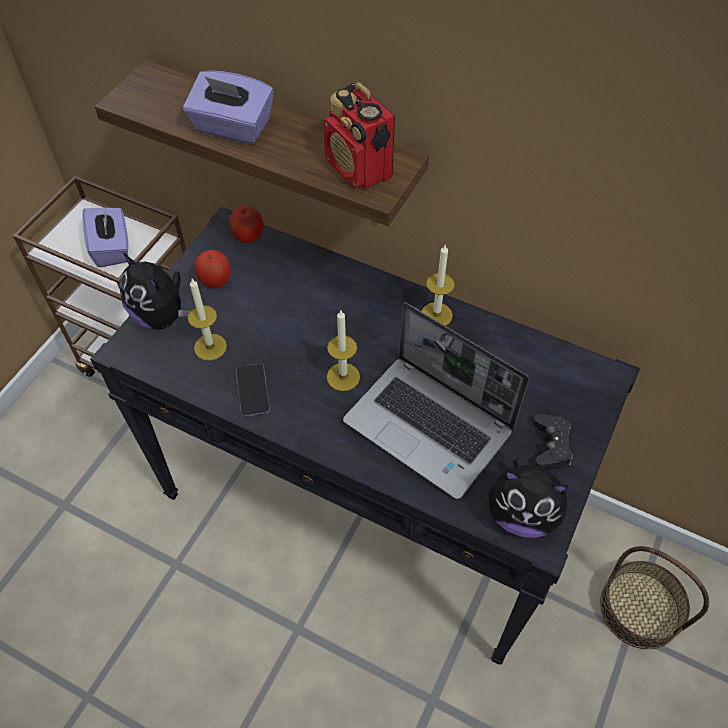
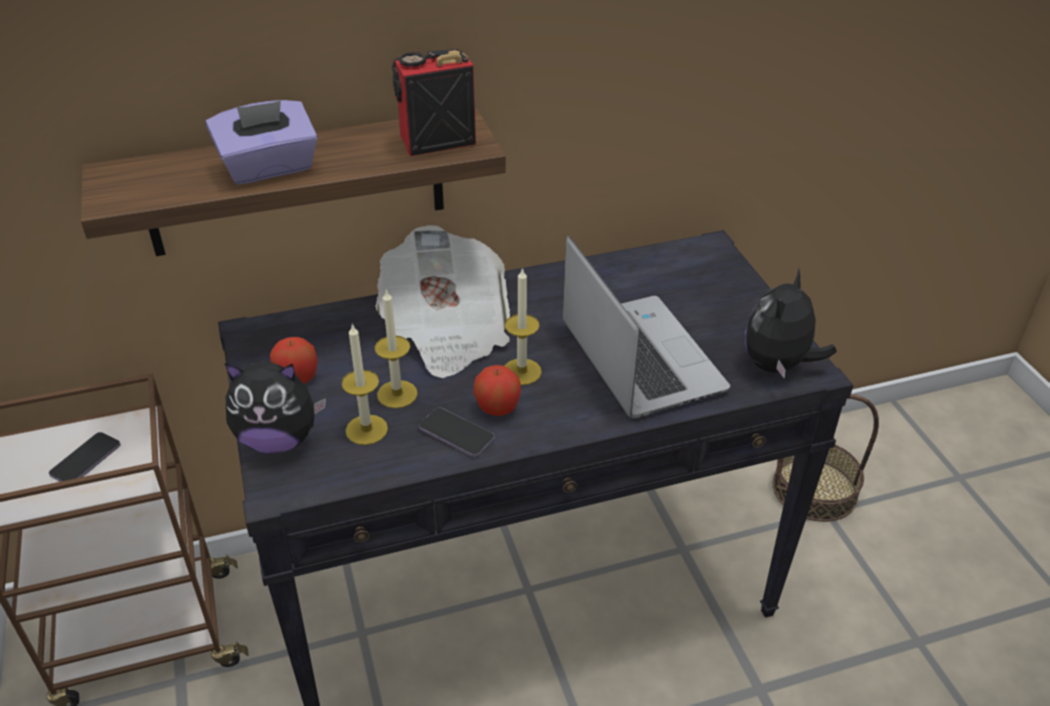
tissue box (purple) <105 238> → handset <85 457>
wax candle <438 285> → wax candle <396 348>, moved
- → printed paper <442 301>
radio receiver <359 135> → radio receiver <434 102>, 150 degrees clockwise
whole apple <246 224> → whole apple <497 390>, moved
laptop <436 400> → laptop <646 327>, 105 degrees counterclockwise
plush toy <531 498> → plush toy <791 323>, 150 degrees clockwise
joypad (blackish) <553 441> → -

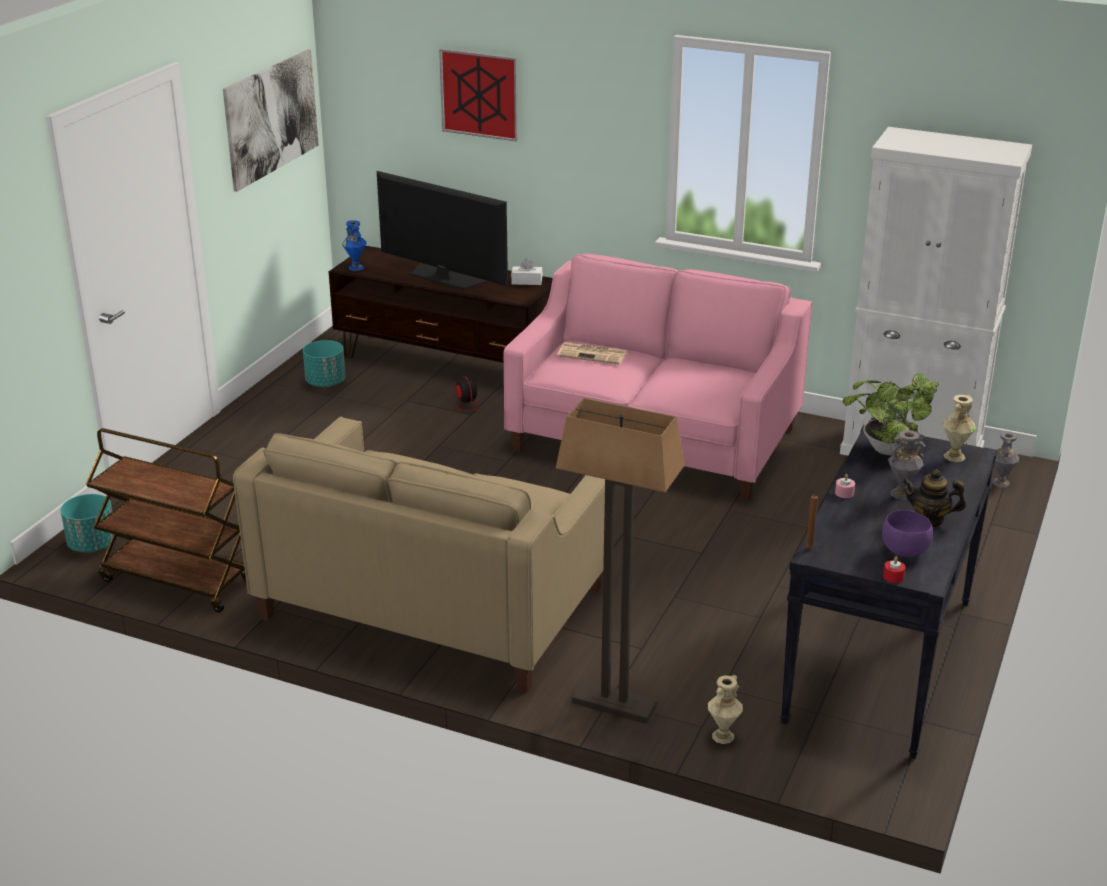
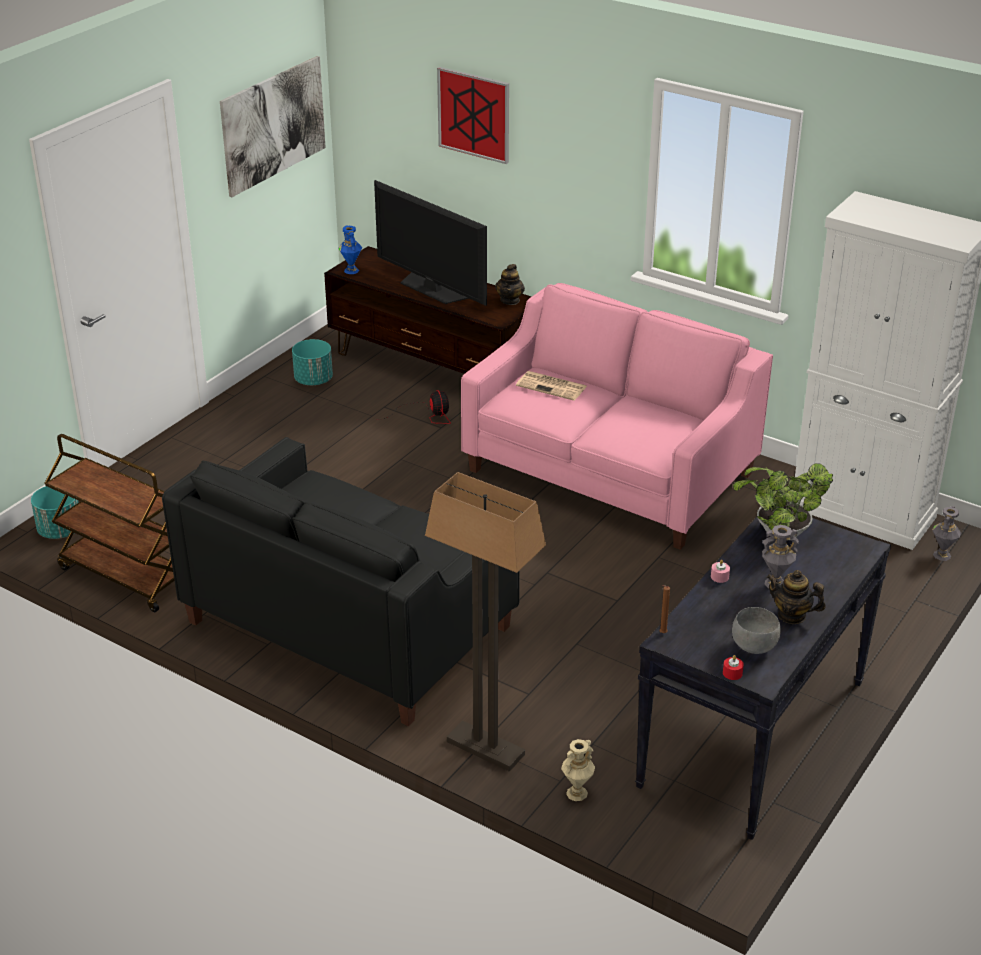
sofa (beige) <419 555> → sofa (blackish) <341 581>
tissue box (white-coloured) <526 271> → pot for tea <510 284>
serving bowl (purple) <907 533> → serving bowl (grey) <756 630>
vase (beige) <959 428> → -

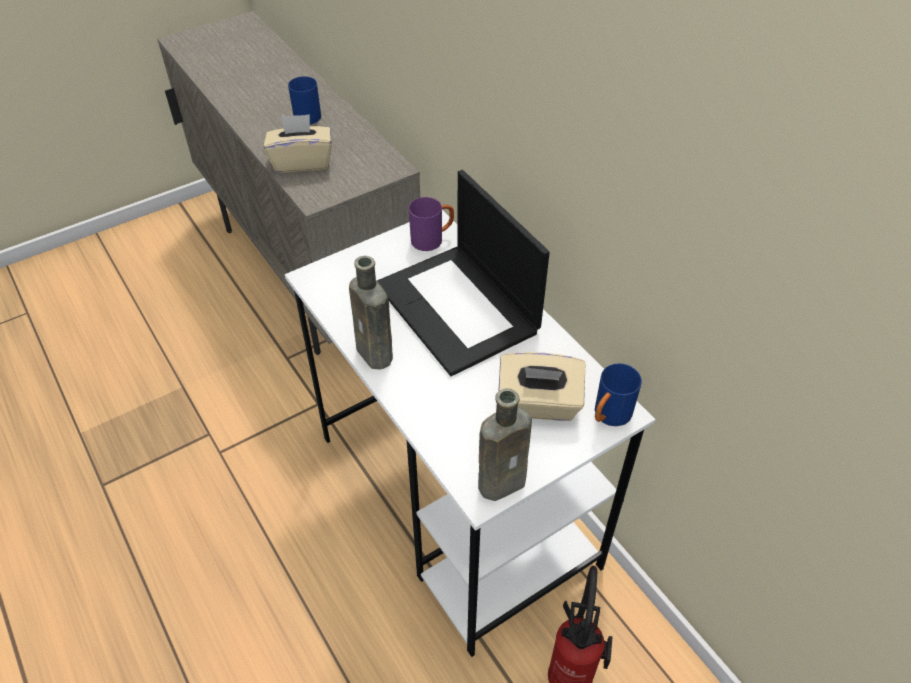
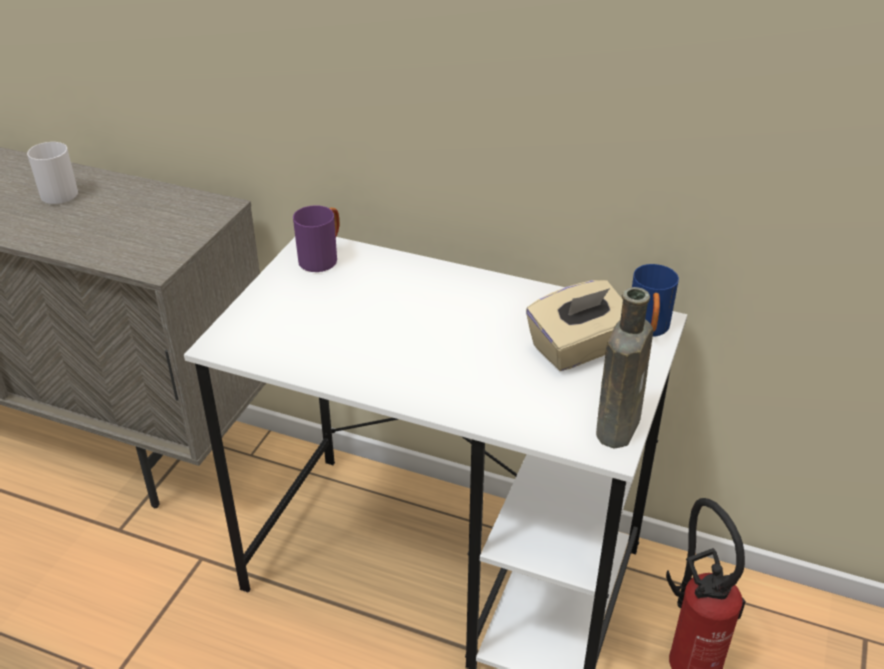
tea mug (blue-coloured) <304 100> → tea mug (white-coloured) <52 173>
tissue box (beige) <298 143> → -
drink bottle (brown-coloured) <371 313> → -
laptop <463 273> → -

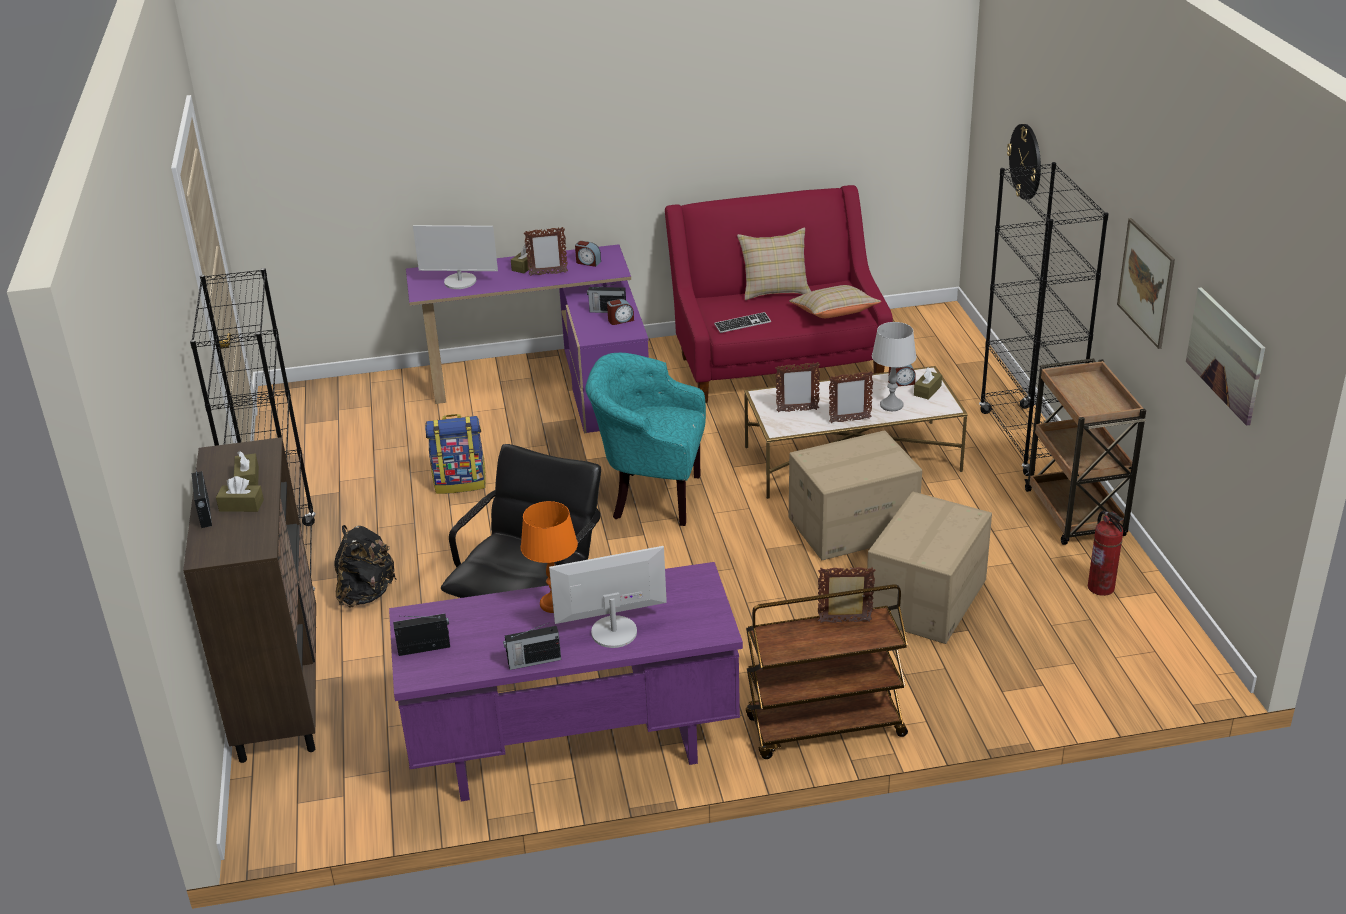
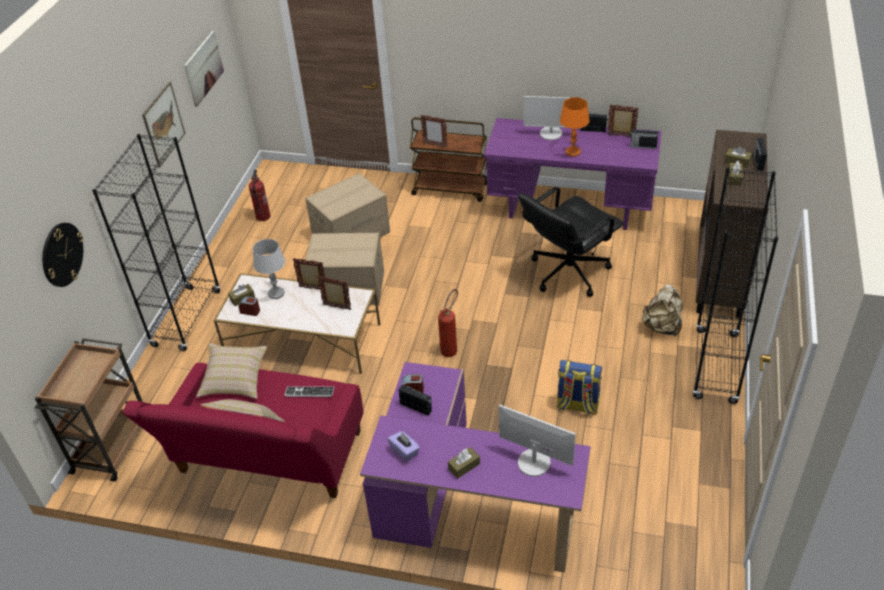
wheeled cart (brown-coloured) <1085 451> → wheeled cart (brown-coloured) <89 410>, moved
table clock <588 254> → tissue box (purple) <404 446>
armchair (turquoise) <645 439> → extinguisher <448 323>
picture frame <546 251> → picture frame <623 120>, moved
backpack (blackish) <365 566> → backpack (beige) <662 310>

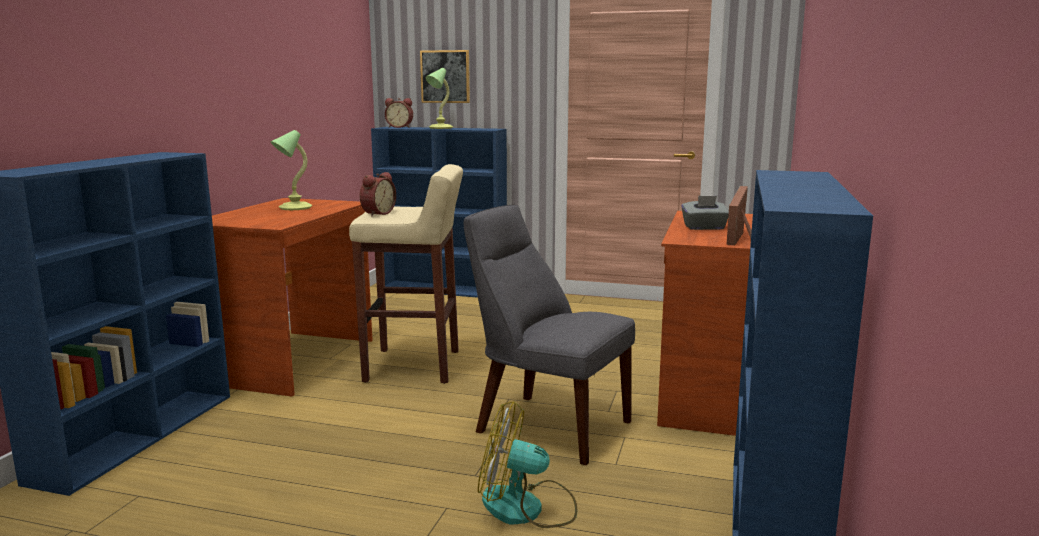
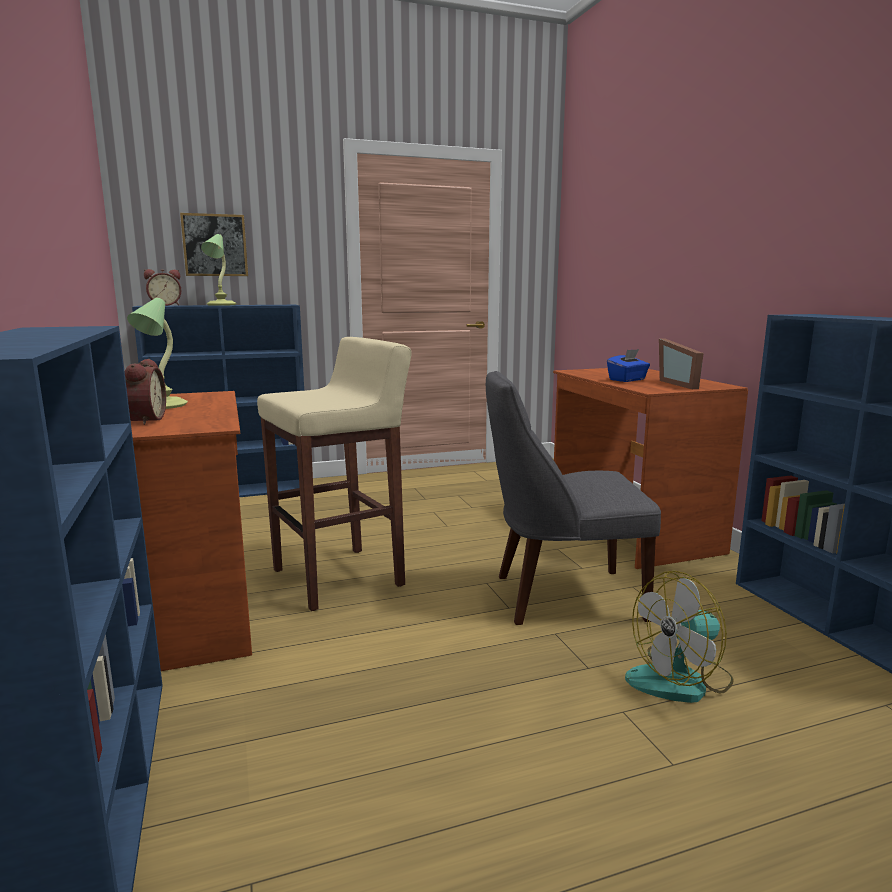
table clock <378 194> → table clock <145 392>, moved
tissue box (grey) <705 212> → tissue box (blue-coloured) <628 365>

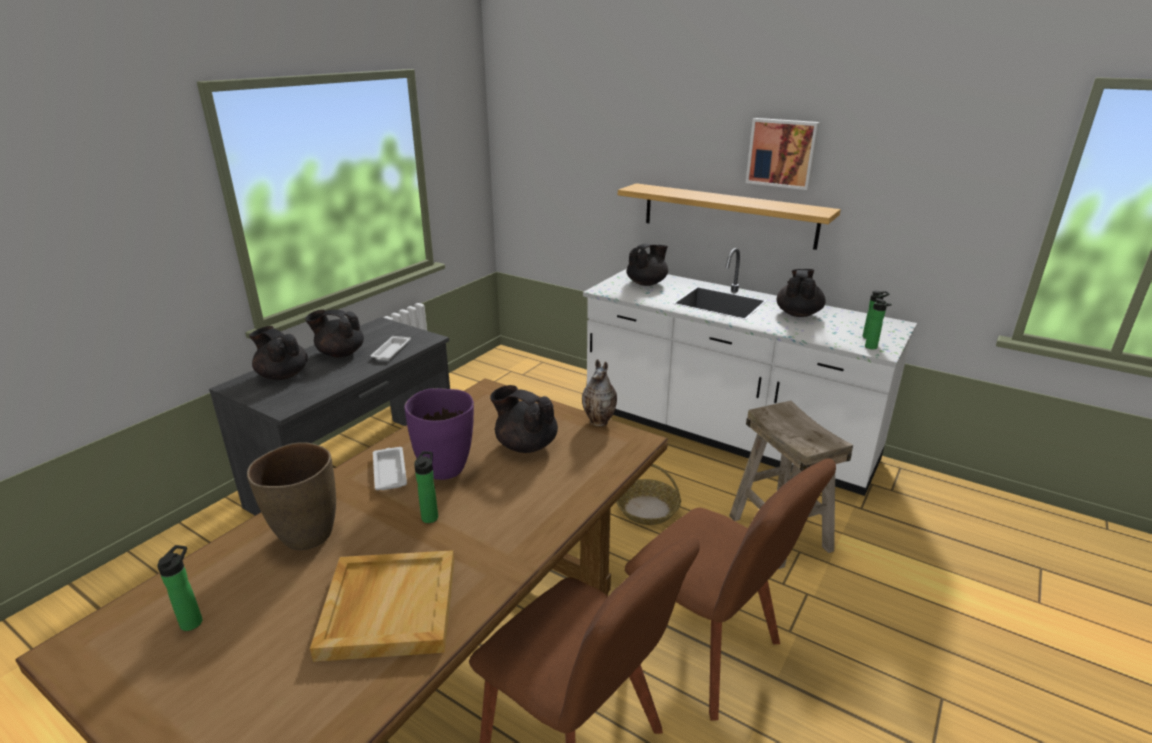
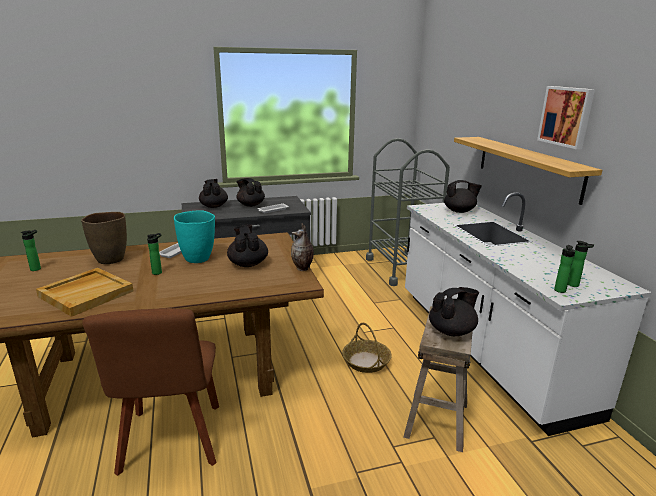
vase (purple) <439 434> → vase (turquoise) <194 236>
- → wheeled cart (grey) <408 212>
pot for tea (blackish) <801 293> → pot for tea (blackish) <454 311>, moved
plain chair (brown-coloured) <730 589> → -

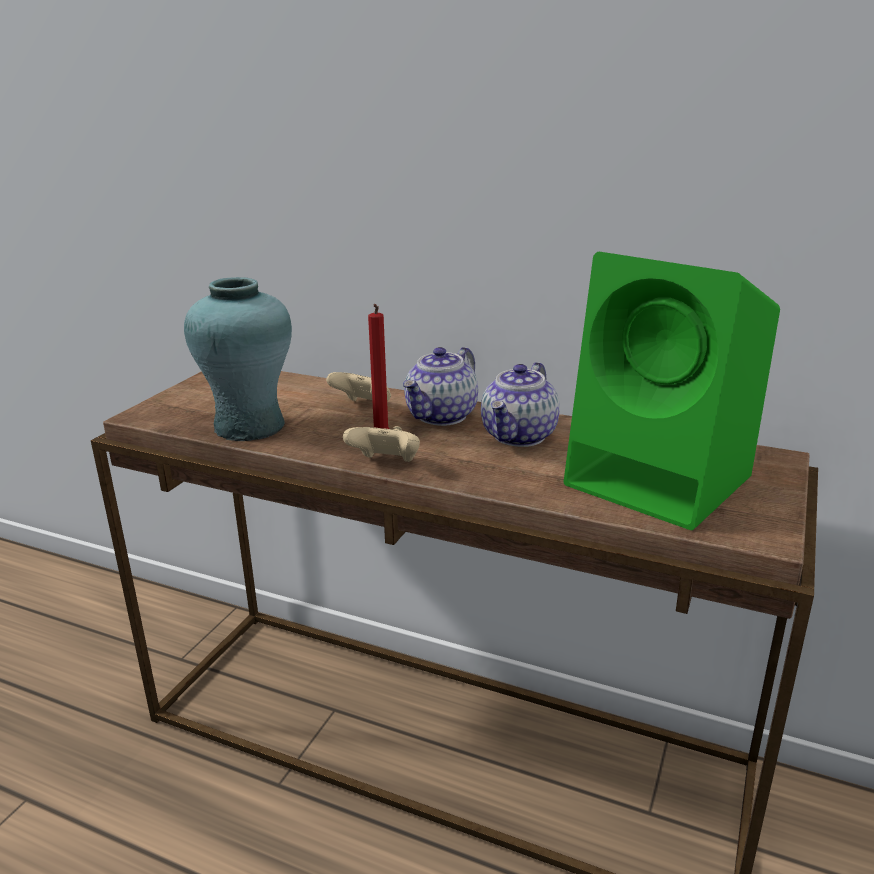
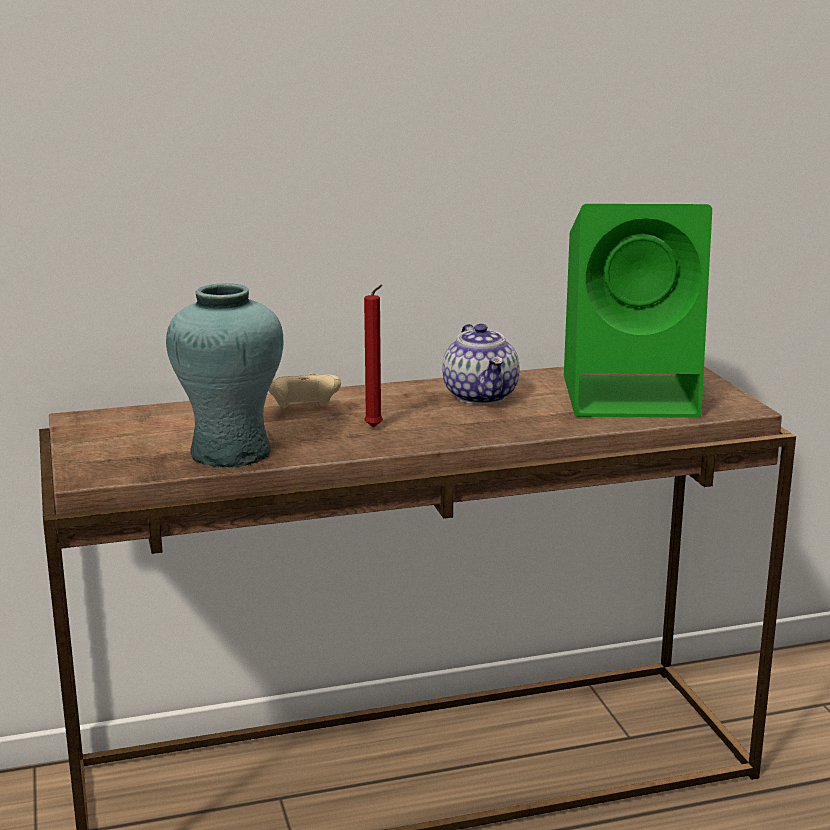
joypad (beige) <381 444> → -
pot for tea <440 386> → -

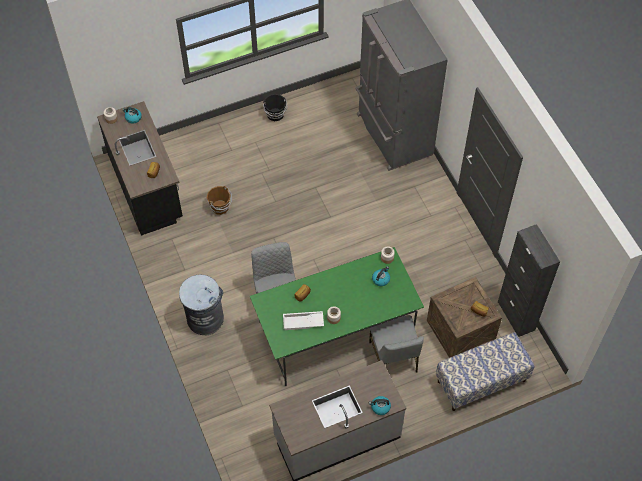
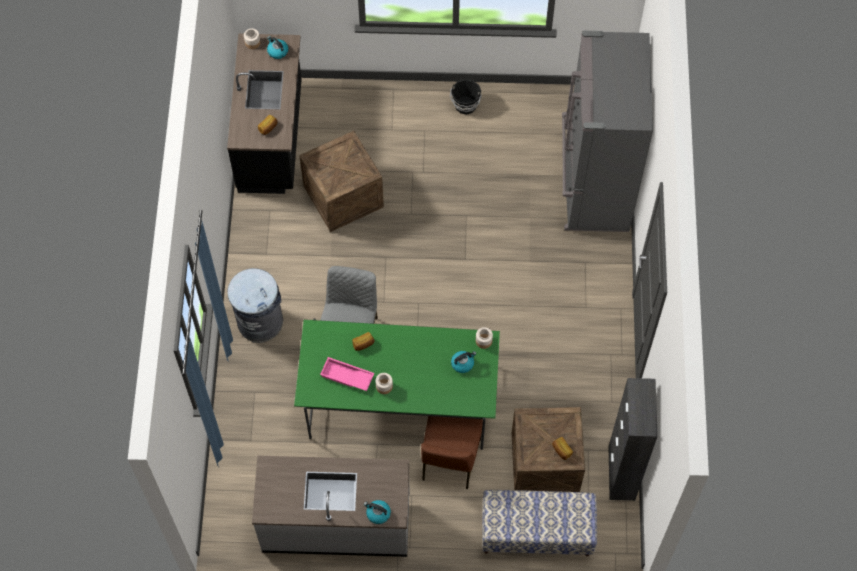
pail (brown-coloured) <219 200> → shipping crate <341 181>
carrying tray (white-coloured) <303 320> → carrying tray (pinkish) <347 374>
plain chair (grey) <396 343> → plain chair (brown-coloured) <452 452>

